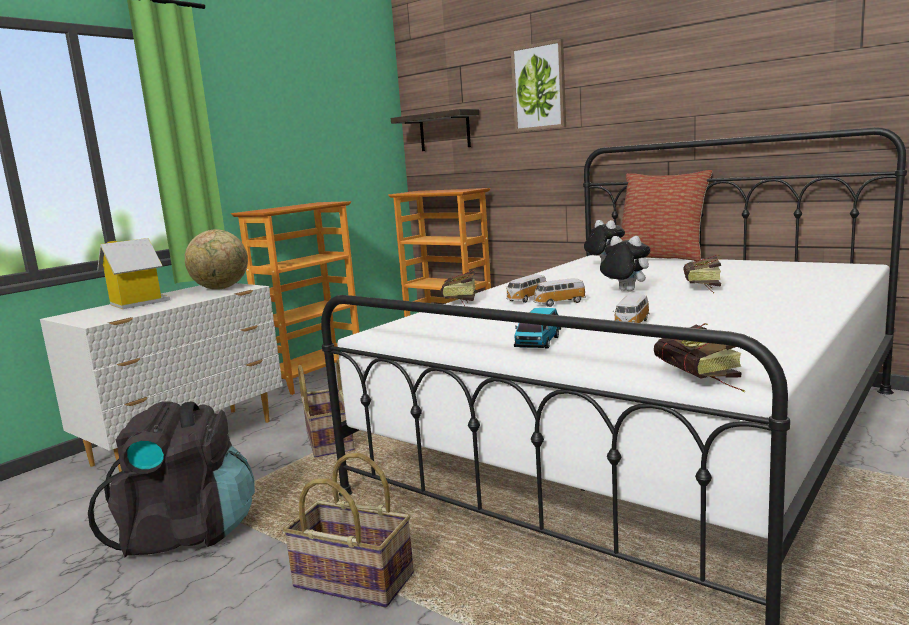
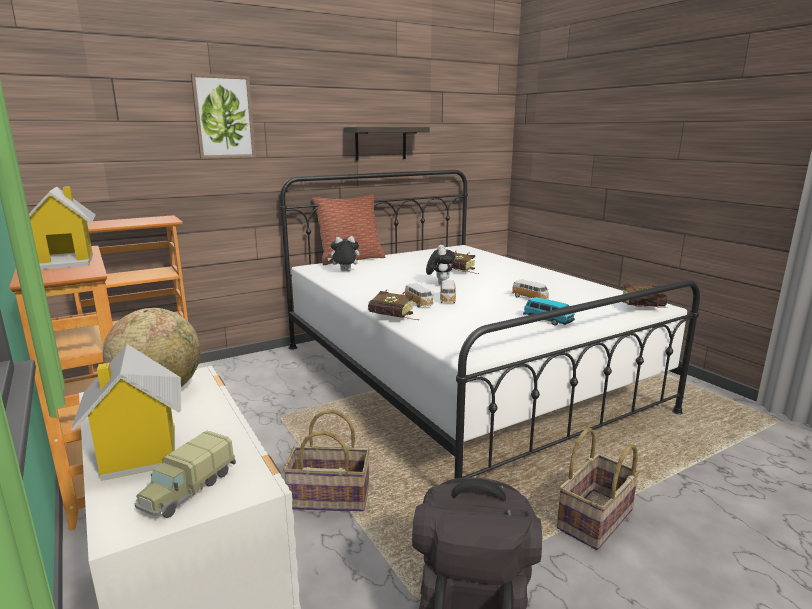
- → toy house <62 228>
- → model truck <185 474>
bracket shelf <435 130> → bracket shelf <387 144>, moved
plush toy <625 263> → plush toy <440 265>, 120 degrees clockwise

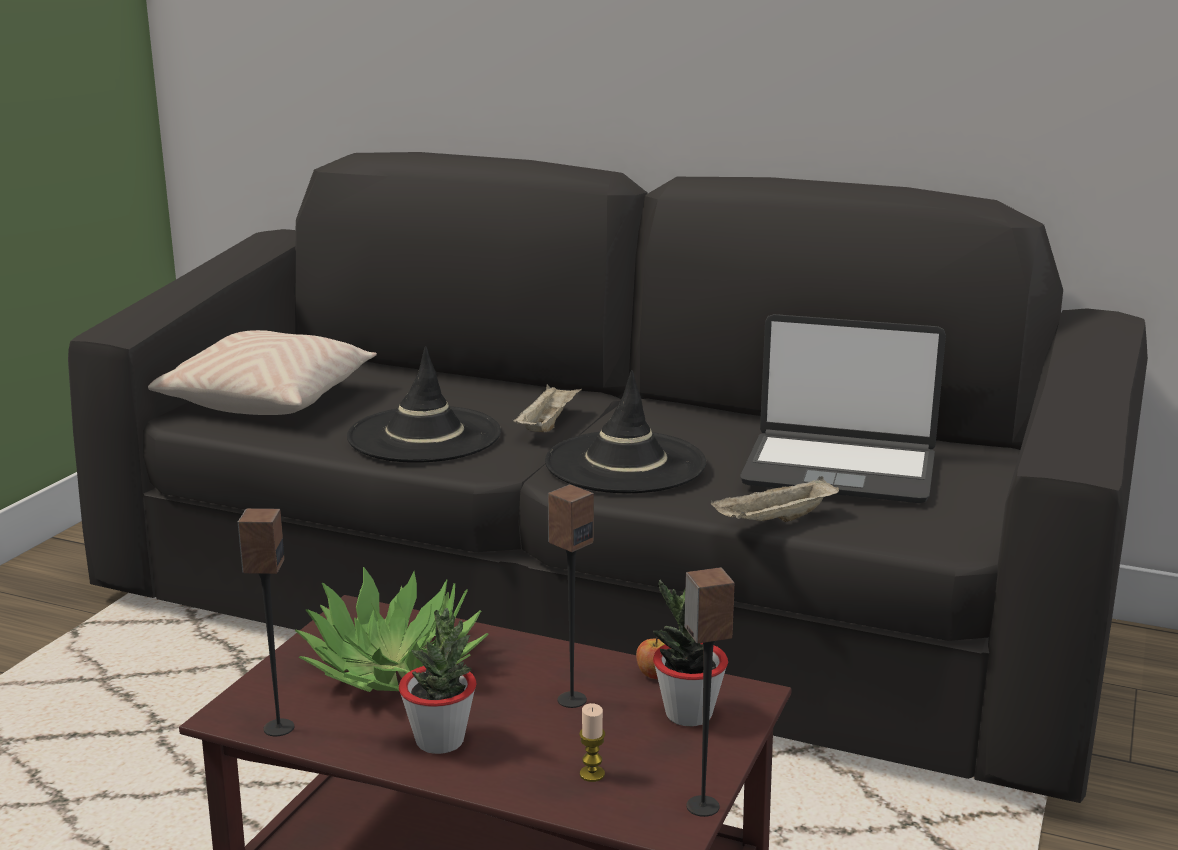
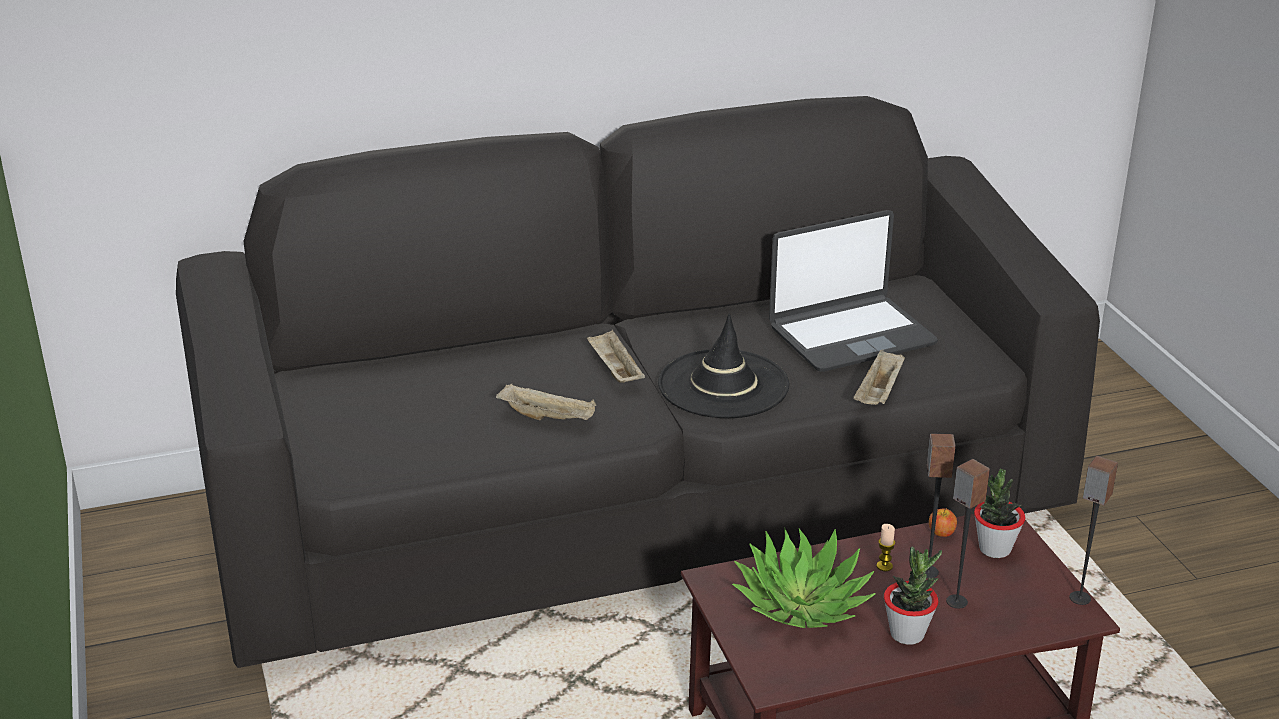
clothing hat (blackish) <424 404> → carrying tray (beige) <546 402>
wax candle <592 742> → wax candle <886 547>, moved
audio speaker <266 622> → audio speaker <968 533>, moved
pillow (beige) <262 372> → -

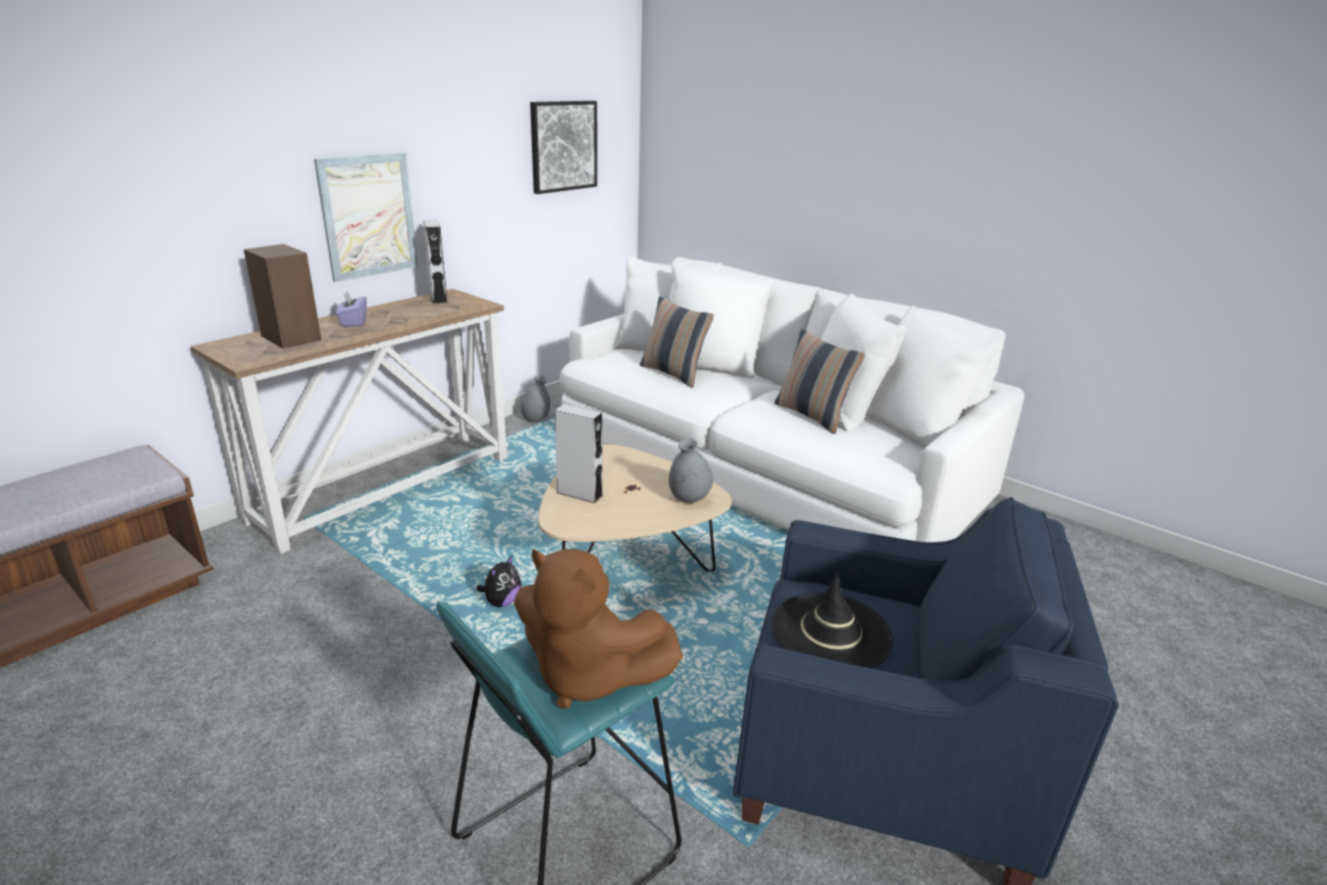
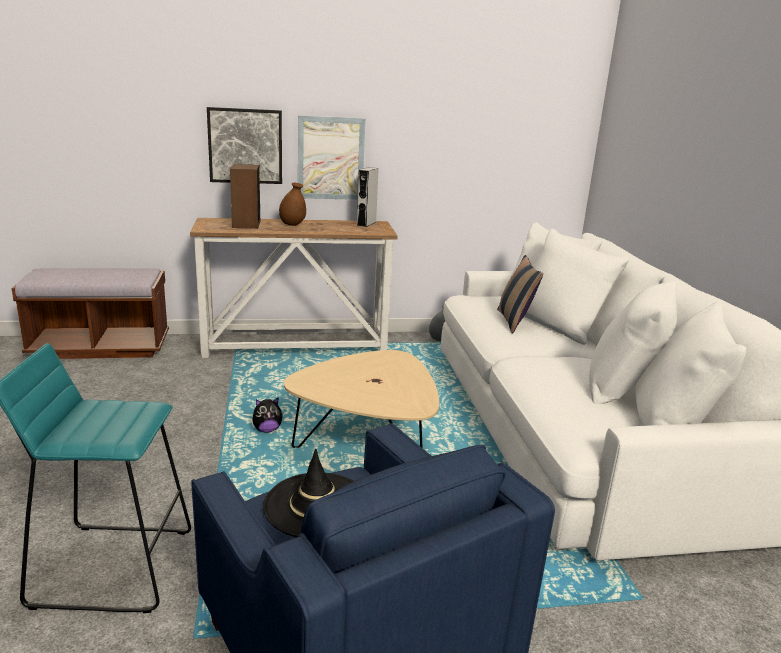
wall picture <563 147> → wall picture <244 145>, moved
tissue box (purple) <351 309> → vase (brown-coloured) <292 204>
plush toy (brown-coloured) <598 629> → -
audio speaker (grey) <579 453> → -
vase (grey) <691 470> → -
pillow <820 381> → -

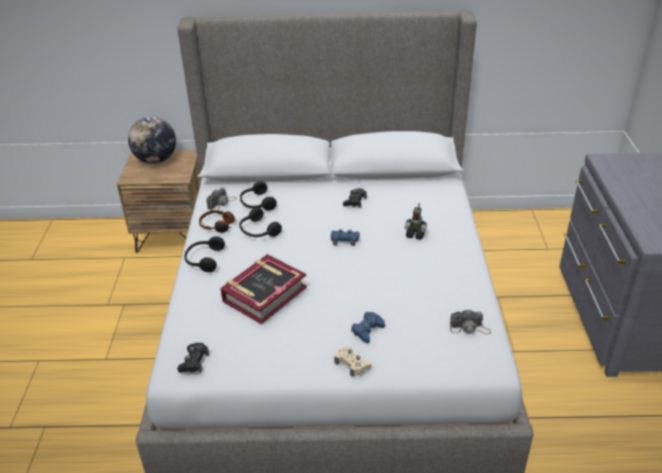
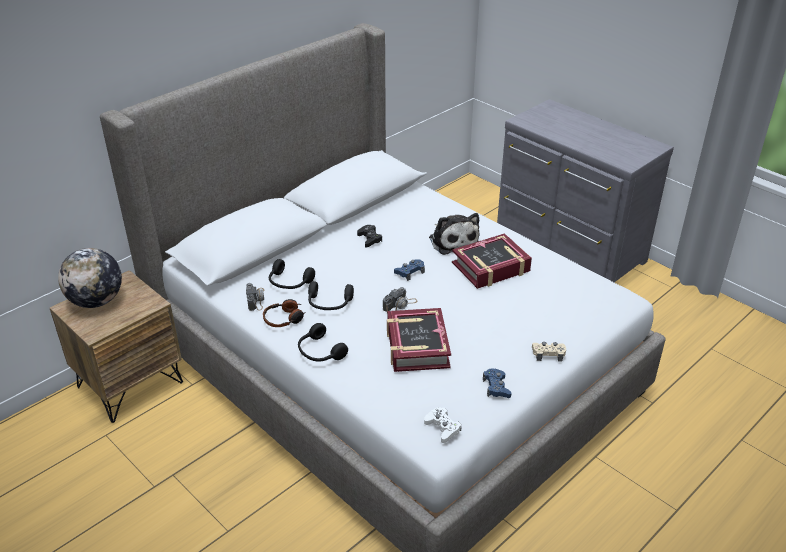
photo camera <470 322> → photo camera <400 299>, moved
joypad (blackish) <193 358> → joypad (white-coloured) <442 425>
toy robot <416 222> → plush toy <454 234>
- → volume <492 261>
joypad (blue-coloured) <368 327> → joypad (blue-coloured) <497 383>, moved

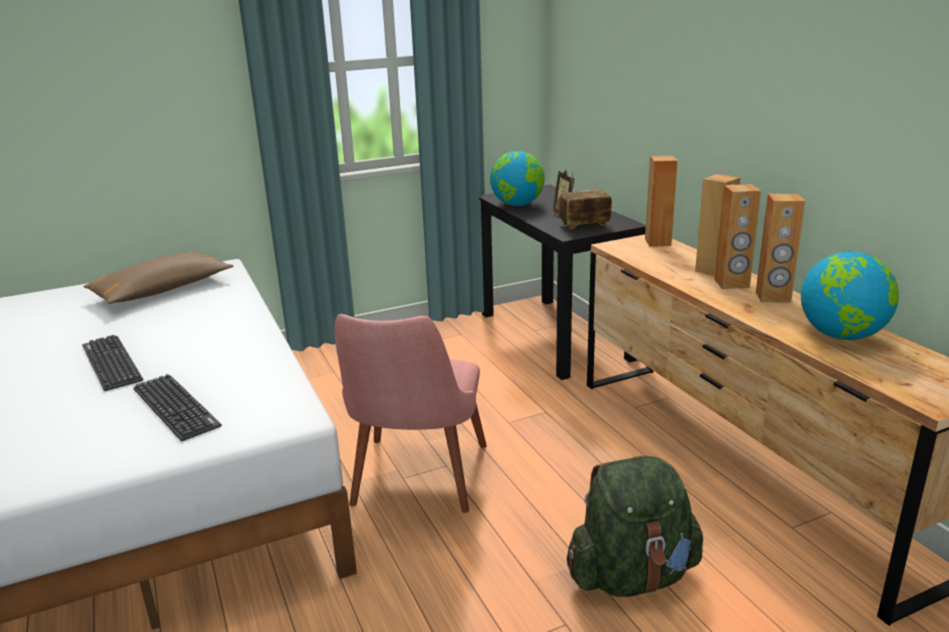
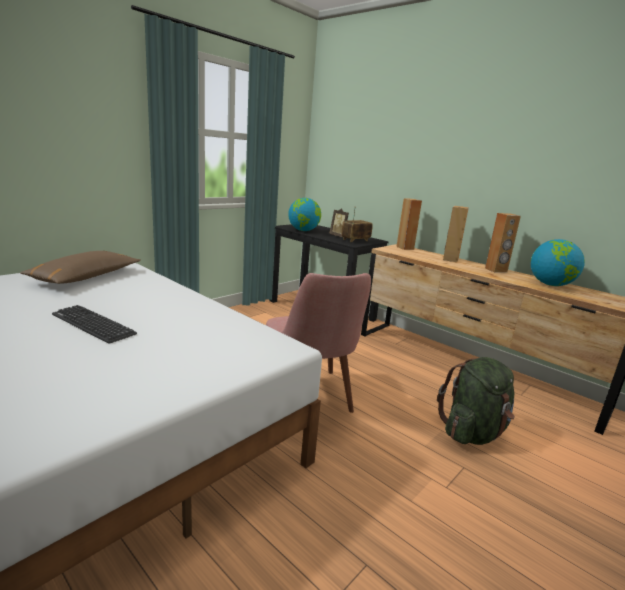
computer keyboard <177 407> → -
audio speaker (brown-coloured) <738 236> → -

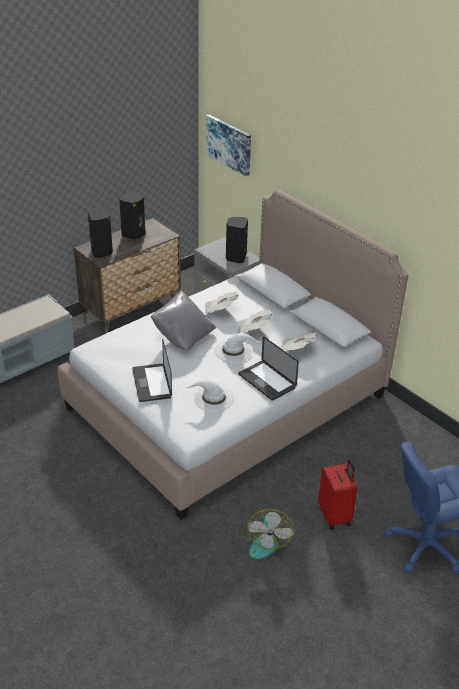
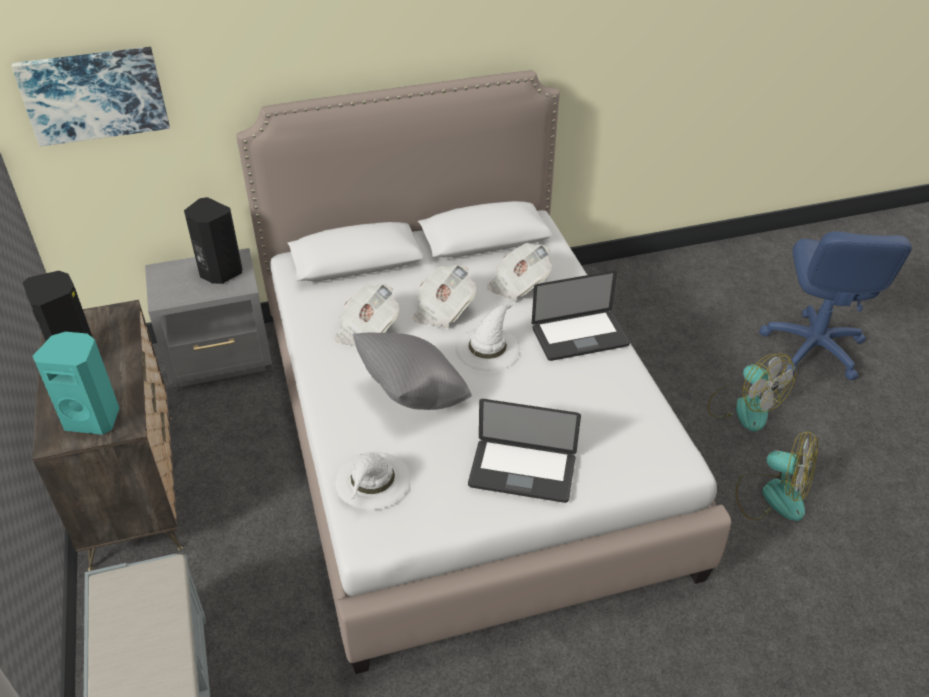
audio speaker (blackish) <100 233> → audio speaker (turquoise) <76 383>
clothing hat (white-coloured) <209 396> → clothing hat (white-coloured) <372 481>, moved
piece of luggage (red) <338 494> → electric fan <752 392>

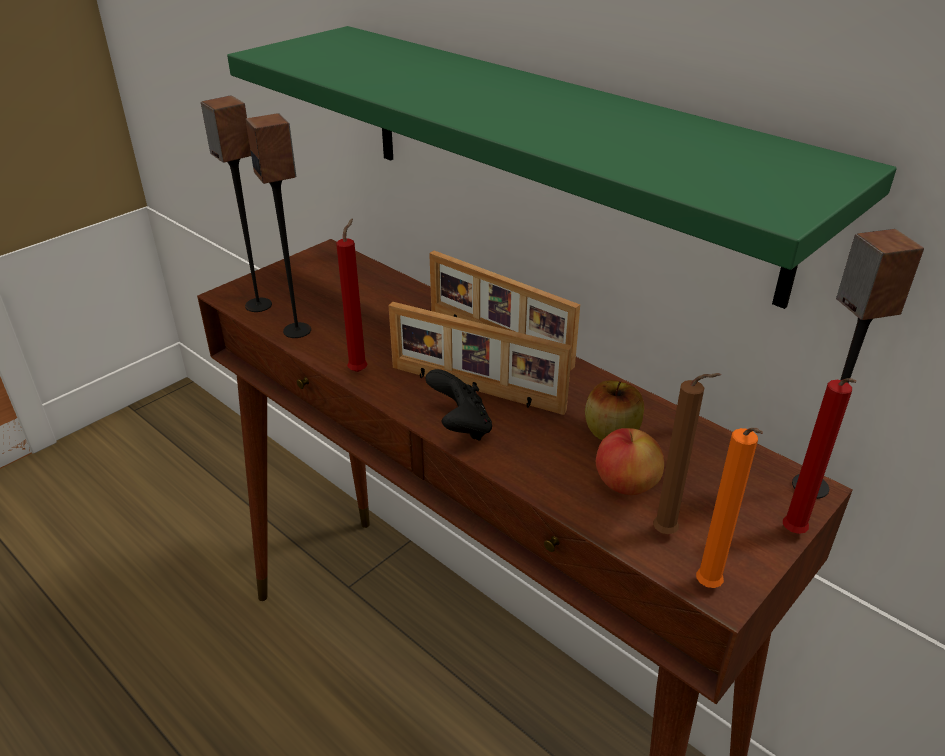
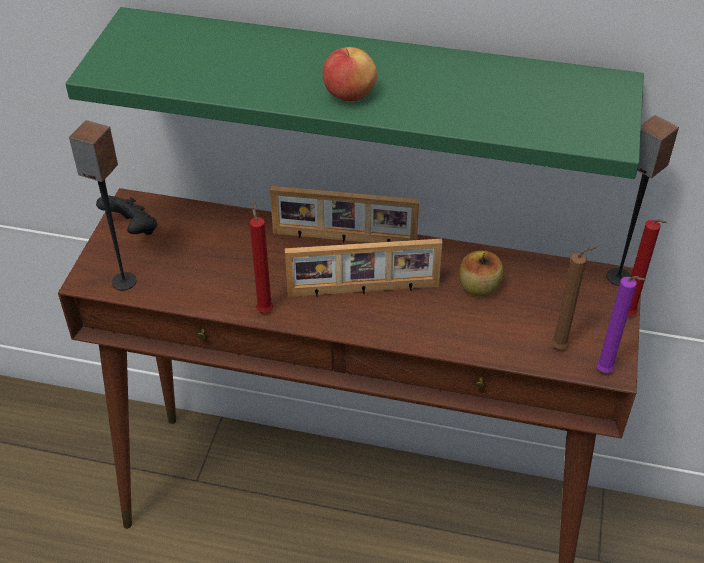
joypad (blackish) <459 405> → joypad (blackish) <126 215>, moved
whole apple <630 461> → whole apple <350 74>, moved
wax candle (orange-coloured) <729 508> → wax candle (purple) <621 324>
audio speaker <278 225> → -

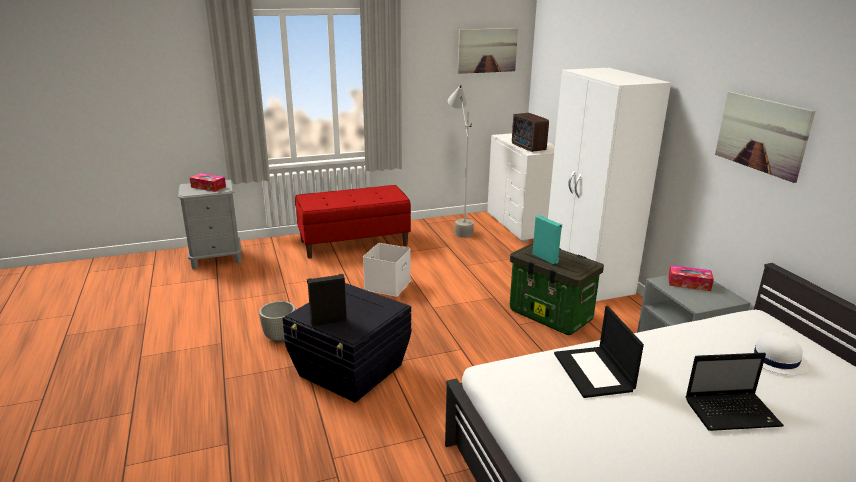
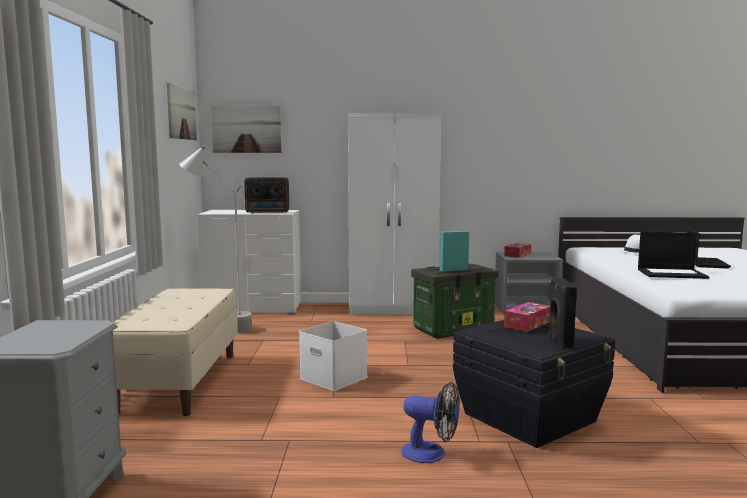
bench (red) <353 222> → bench (beige) <175 352>
wall picture <765 137> → wall picture <246 129>, moved
flower pot (grey) <277 321> → electric fan <430 422>
tissue box <208 182> → tissue box <527 317>, moved

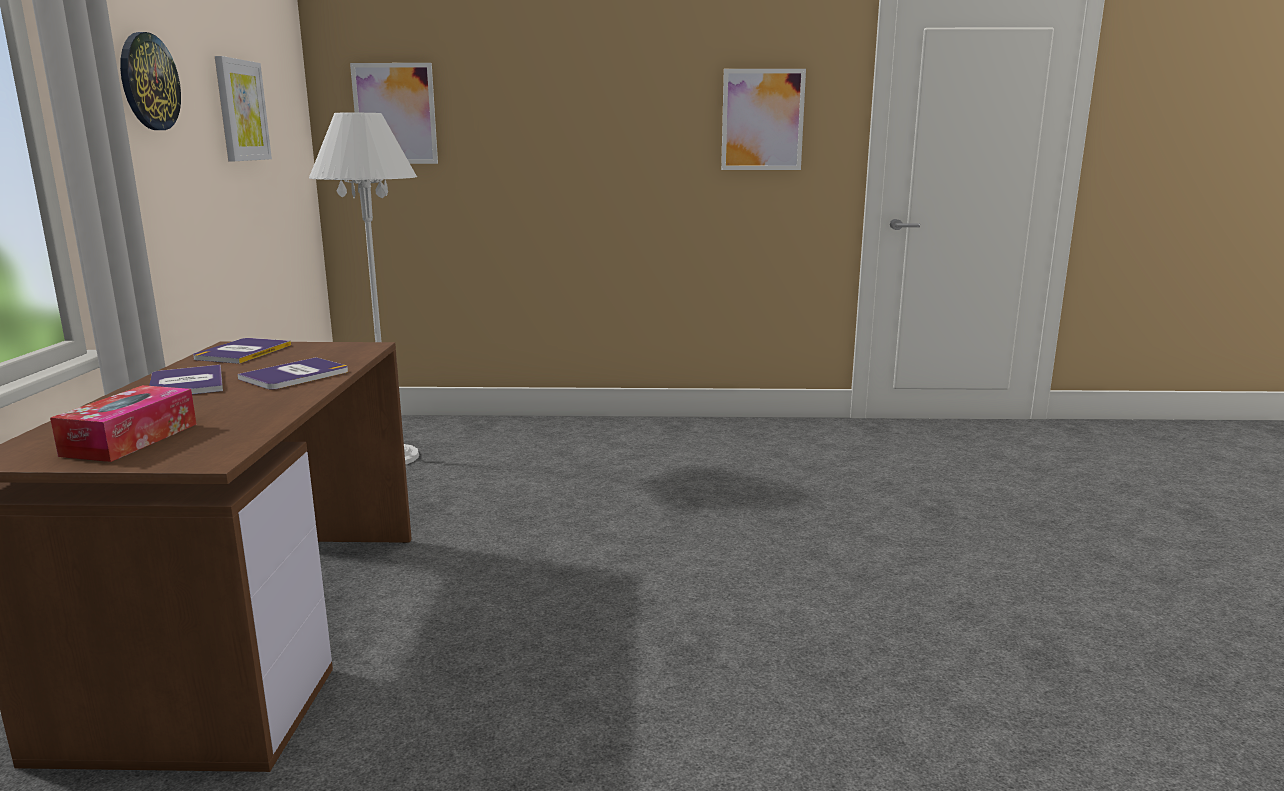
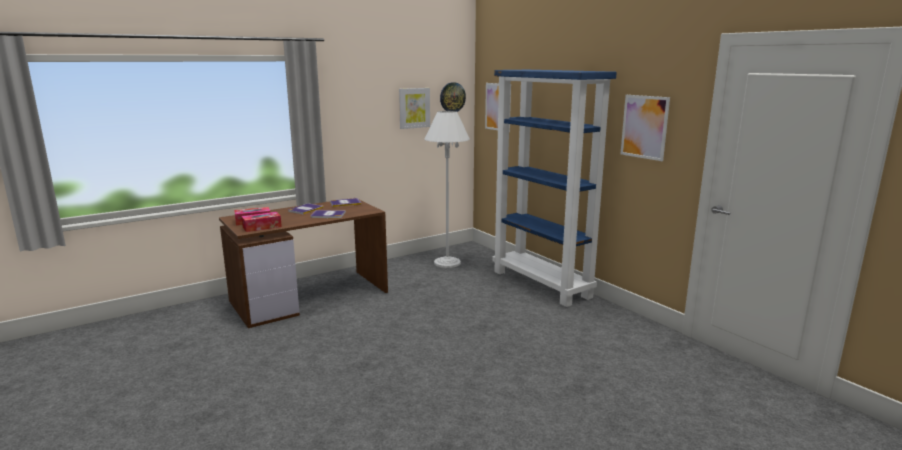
- → tissue box <261 222>
clock on the wall <150 81> → clock on the wall <453 97>, moved
- → shelving unit (blue-coloured) <554 188>

